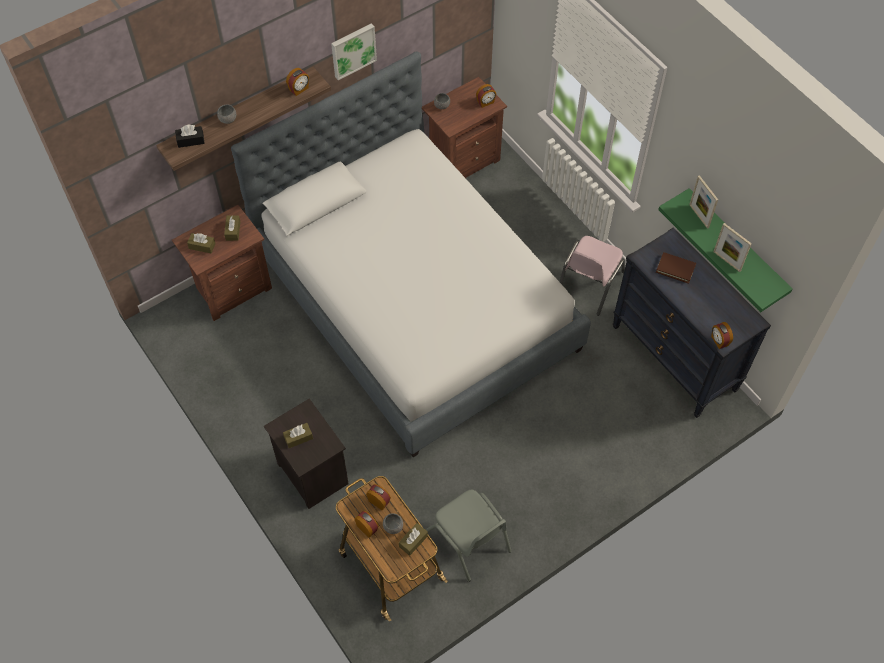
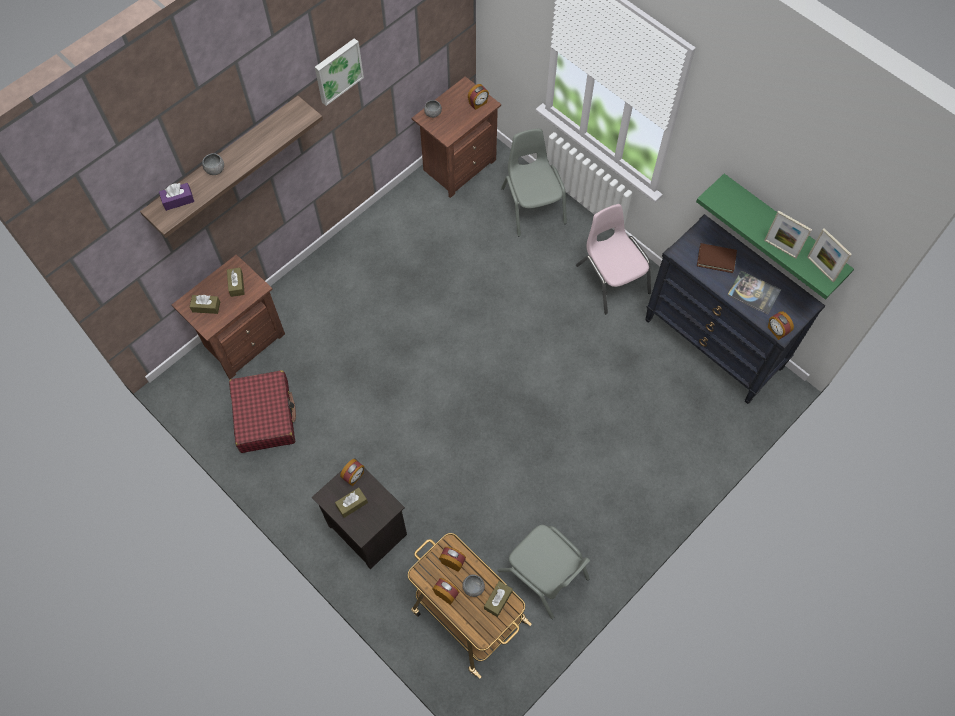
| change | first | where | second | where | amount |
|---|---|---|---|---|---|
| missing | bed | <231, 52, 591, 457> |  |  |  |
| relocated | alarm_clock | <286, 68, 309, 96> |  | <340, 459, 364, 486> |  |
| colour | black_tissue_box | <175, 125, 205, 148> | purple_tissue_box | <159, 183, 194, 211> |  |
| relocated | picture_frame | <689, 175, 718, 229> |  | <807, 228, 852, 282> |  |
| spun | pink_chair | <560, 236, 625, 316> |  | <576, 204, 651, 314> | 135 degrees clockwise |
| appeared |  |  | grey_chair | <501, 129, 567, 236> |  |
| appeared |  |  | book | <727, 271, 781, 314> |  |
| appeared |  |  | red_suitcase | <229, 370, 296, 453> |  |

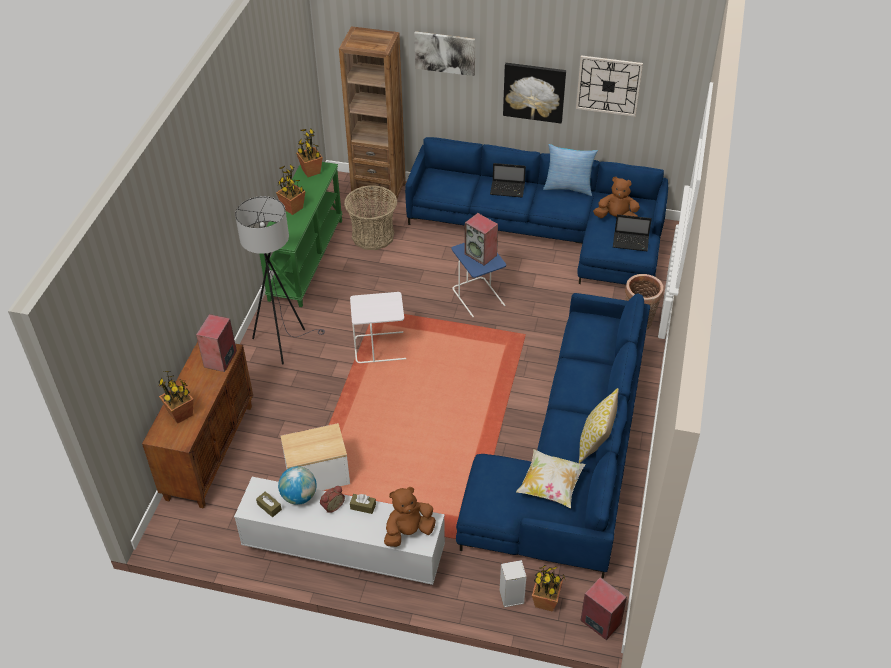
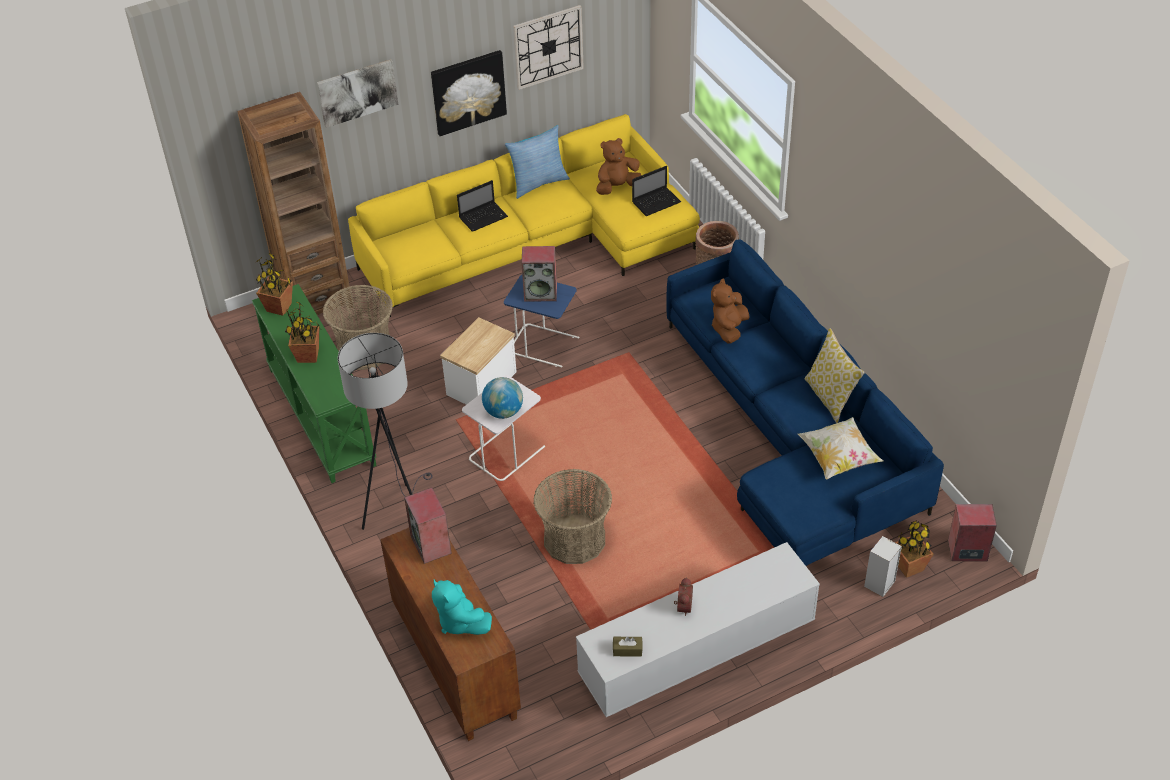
| change | first | where | second | where | amount |
|---|---|---|---|---|---|
| colour | blue_sofa | <405, 137, 668, 285> | yellow_sofa | <348, 114, 700, 317> |  |
| exchanged | potted_plant | <158, 371, 194, 424> | turquoise_plush_toy | <432, 579, 492, 635> |  |
| relocated | side_table | <281, 423, 350, 490> |  | <440, 317, 516, 405> |  |
| relocated | globe | <278, 466, 317, 505> |  | <482, 377, 523, 419> |  |
| relocated | brown_plush_toy | <384, 487, 436, 547> |  | <711, 279, 750, 344> |  |
| missing | brown_tissue_box | <350, 494, 376, 514> |  |  |  |
| appeared |  |  | basket | <533, 469, 612, 564> |  |

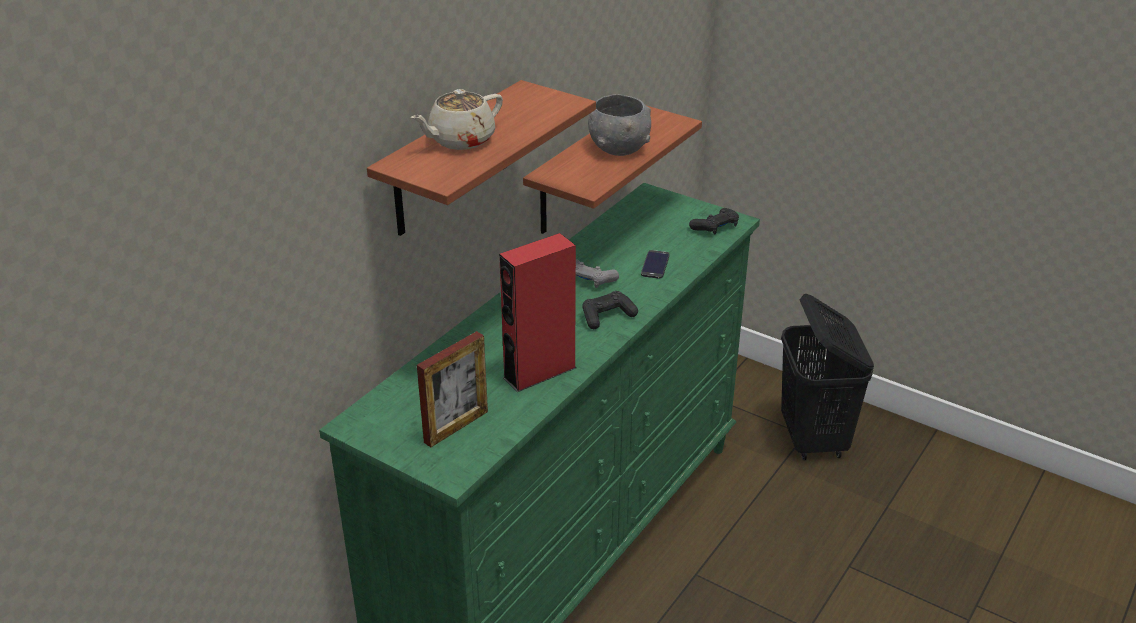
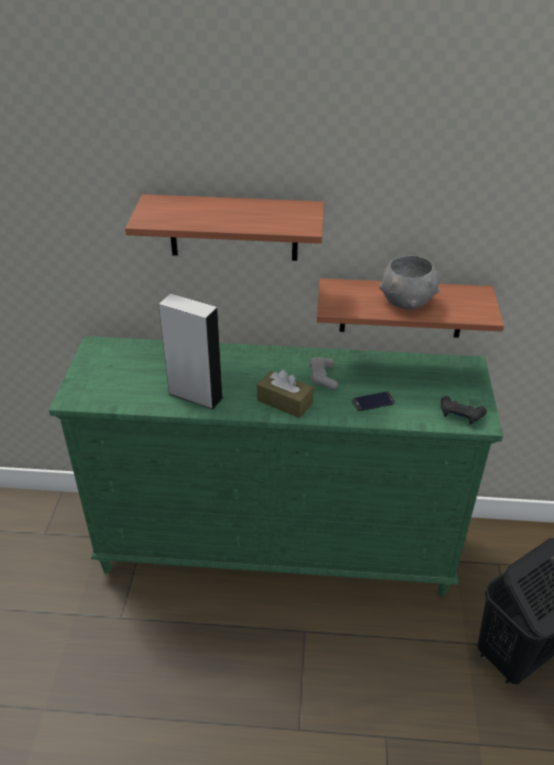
| change | first | where | second | where | amount |
|---|---|---|---|---|---|
| missing | beige_teapot | <411, 89, 503, 150> |  |  |  |
| colour | red_speaker | <499, 233, 576, 392> | grey_speaker | <159, 293, 224, 410> |  |
| exchanged | black_game_controller | <582, 291, 638, 329> | brown_tissue_box | <257, 370, 314, 418> |  |
| missing | picture_frame | <417, 331, 488, 447> |  |  |  |

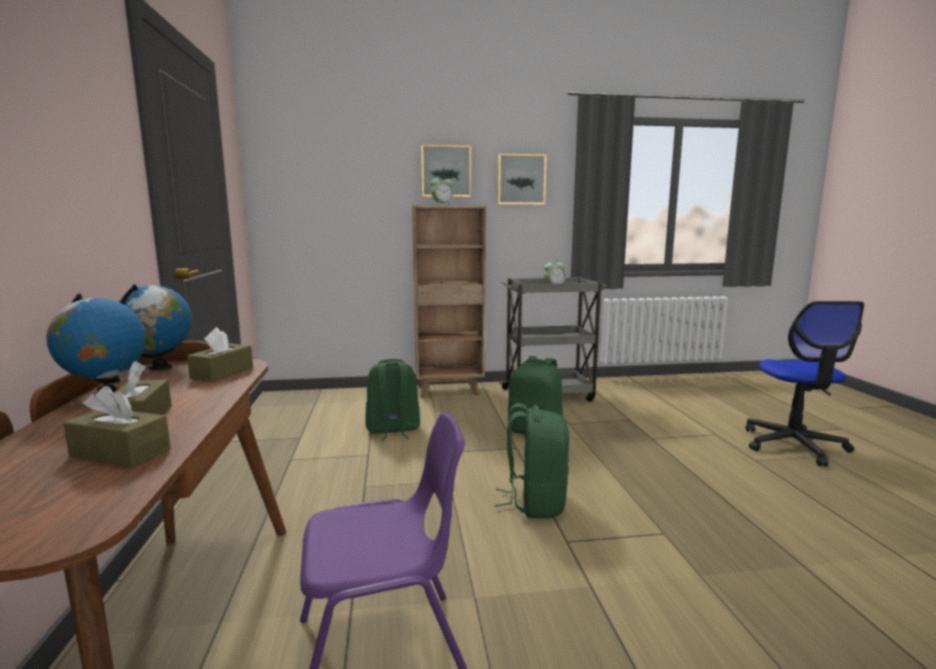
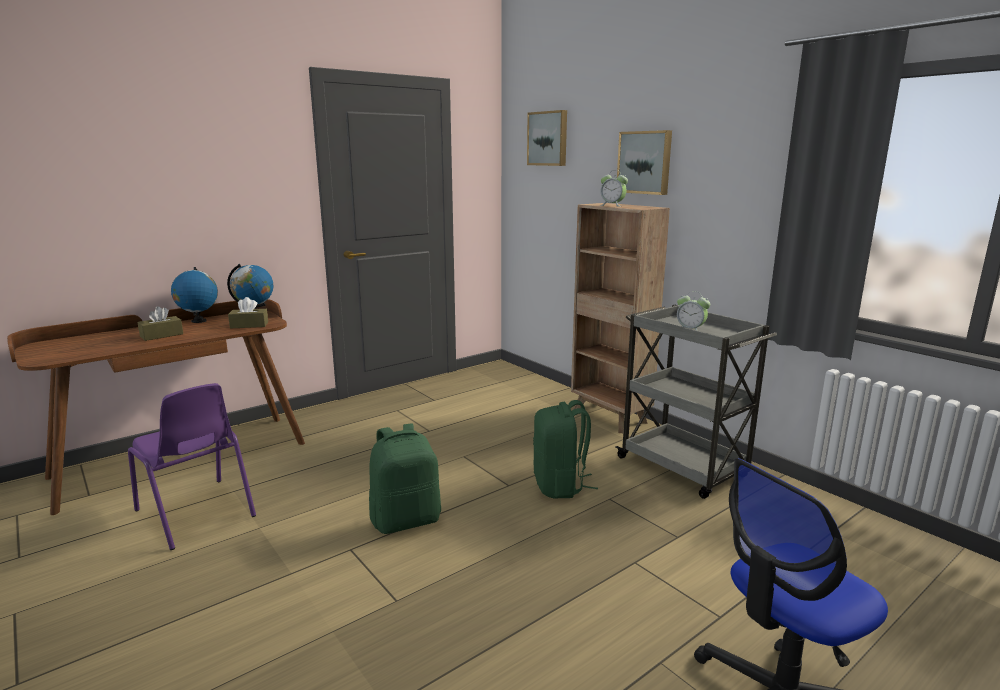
| change | first | where | second | where | amount |
|---|---|---|---|---|---|
| relocated | picture | <497, 154, 547, 205> |  | <527, 110, 567, 166> |  |
| missing | green_backpack | <365, 359, 420, 441> |  |  |  |
| missing | brown_tissue_box | <63, 386, 171, 468> |  |  |  |

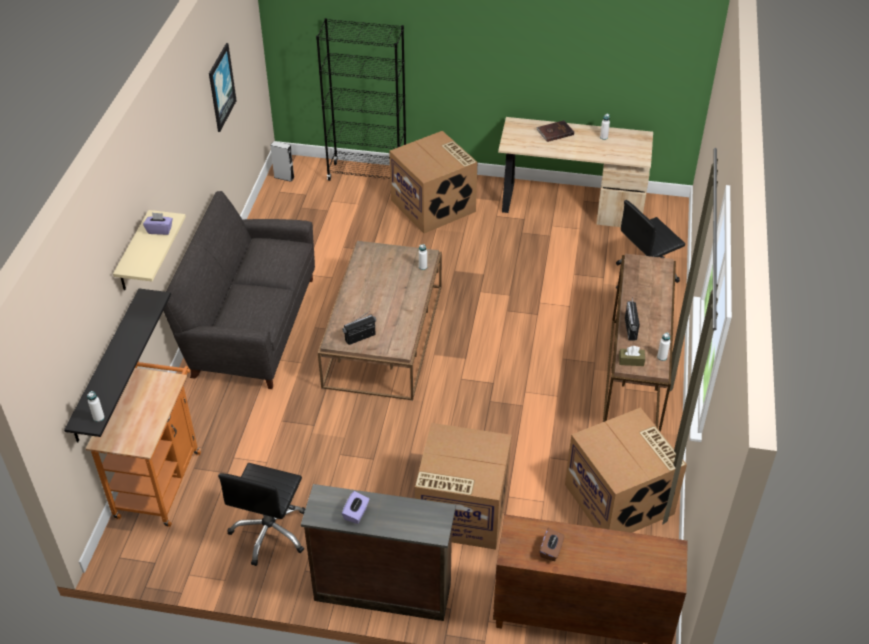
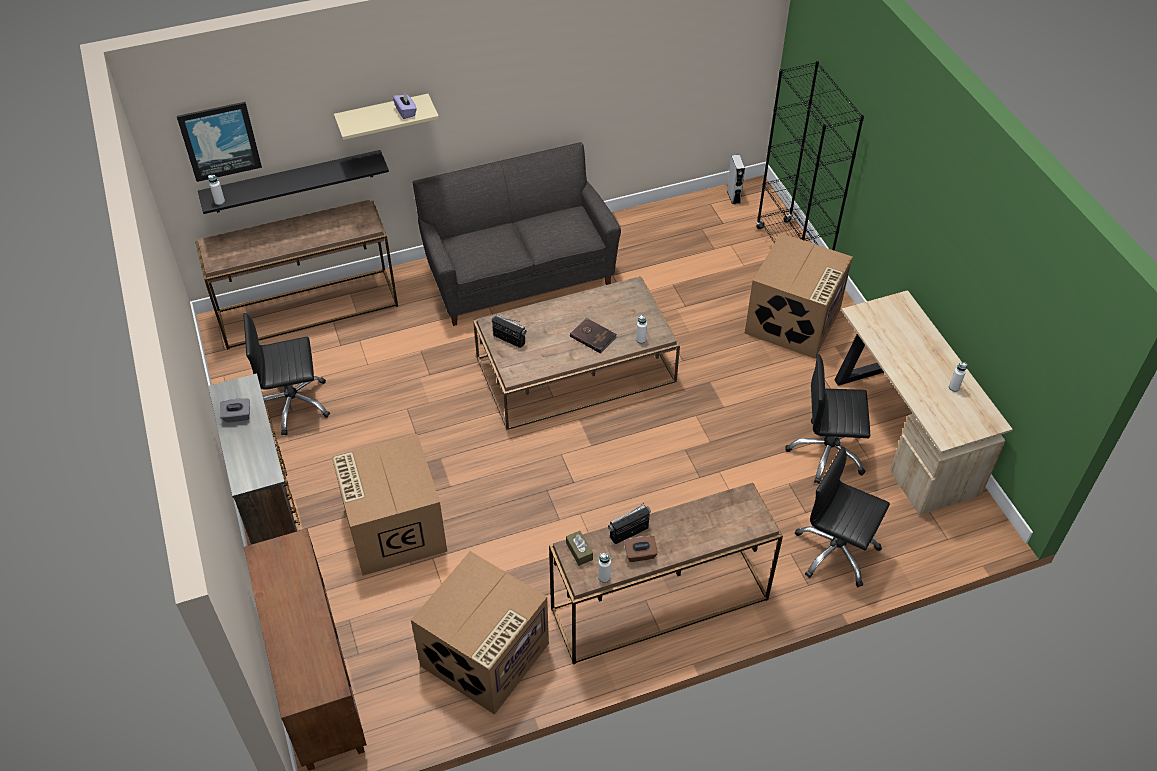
| change | first | where | second | where | amount |
|---|---|---|---|---|---|
| relocated | picture | <209, 43, 237, 132> |  | <177, 102, 262, 182> |  |
| relocated | brown_book | <536, 120, 574, 142> |  | <570, 317, 617, 354> |  |
| exchanged | orange_cart | <85, 361, 201, 527> | brown_console_table | <196, 199, 398, 350> |  |
| colour | purple_tissue_box | <342, 491, 370, 524> | grey_tissue_box | <220, 398, 250, 423> |  |
| relocated | brown_tissue_box | <540, 528, 564, 561> |  | <624, 536, 658, 562> |  |
| appeared |  |  | black_office_chair | <785, 354, 870, 484> |  |

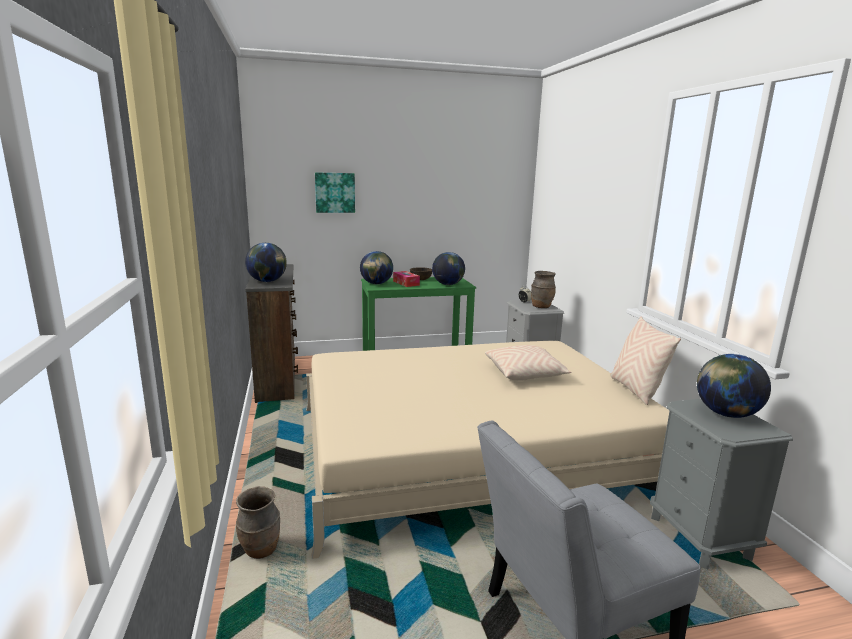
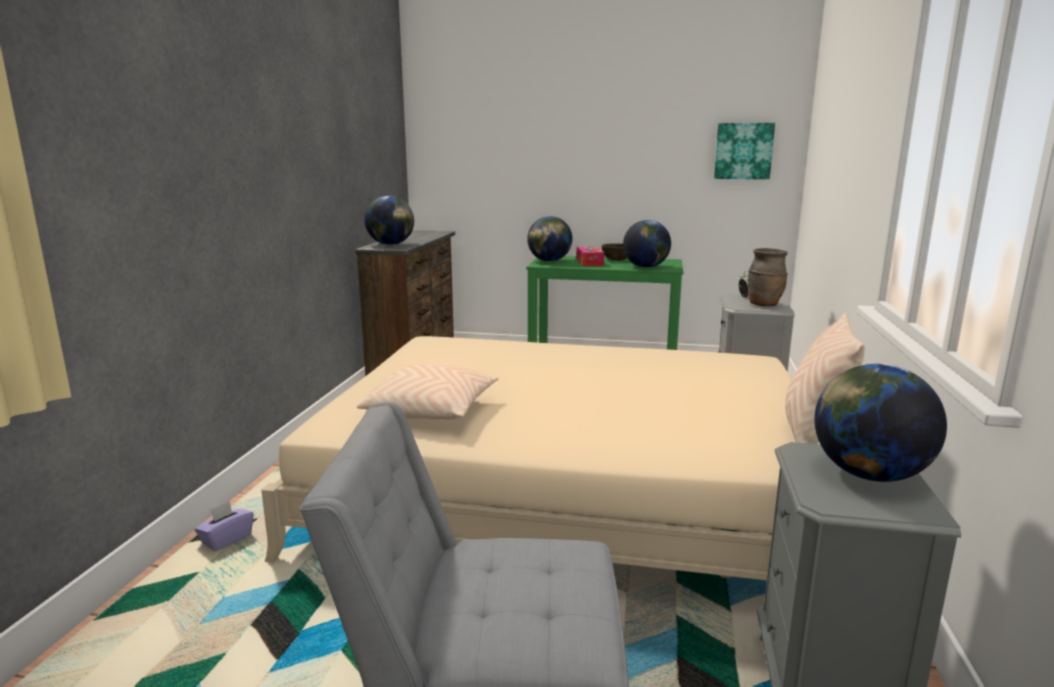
| change | first | where | second | where | amount |
|---|---|---|---|---|---|
| relocated | picture | <315, 172, 355, 213> |  | <714, 123, 775, 179> |  |
| relocated | beige_pillow | <485, 345, 571, 381> |  | <357, 364, 498, 420> |  |
| exchanged | brown_vase | <236, 486, 280, 559> | purple_tissue_box | <195, 501, 254, 551> |  |

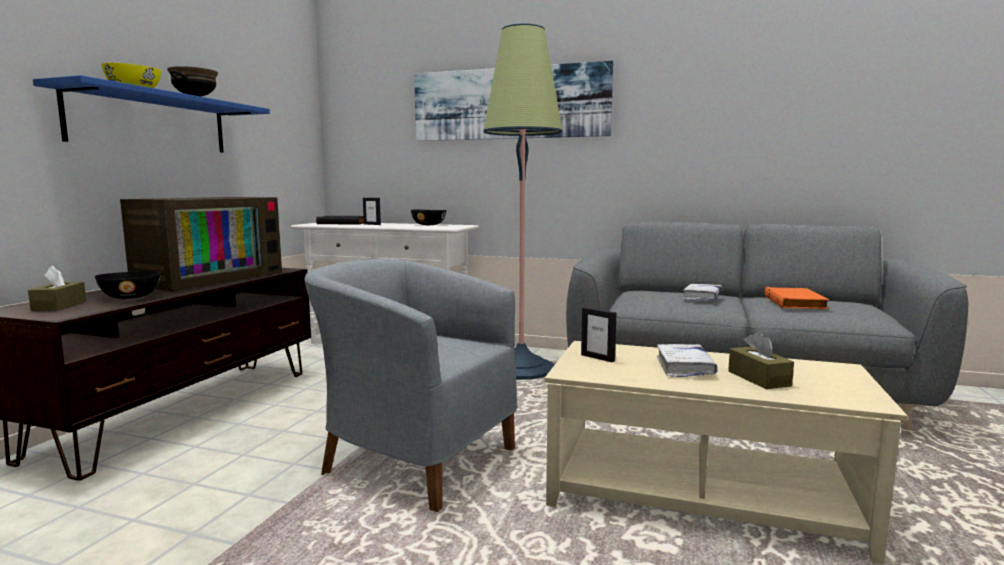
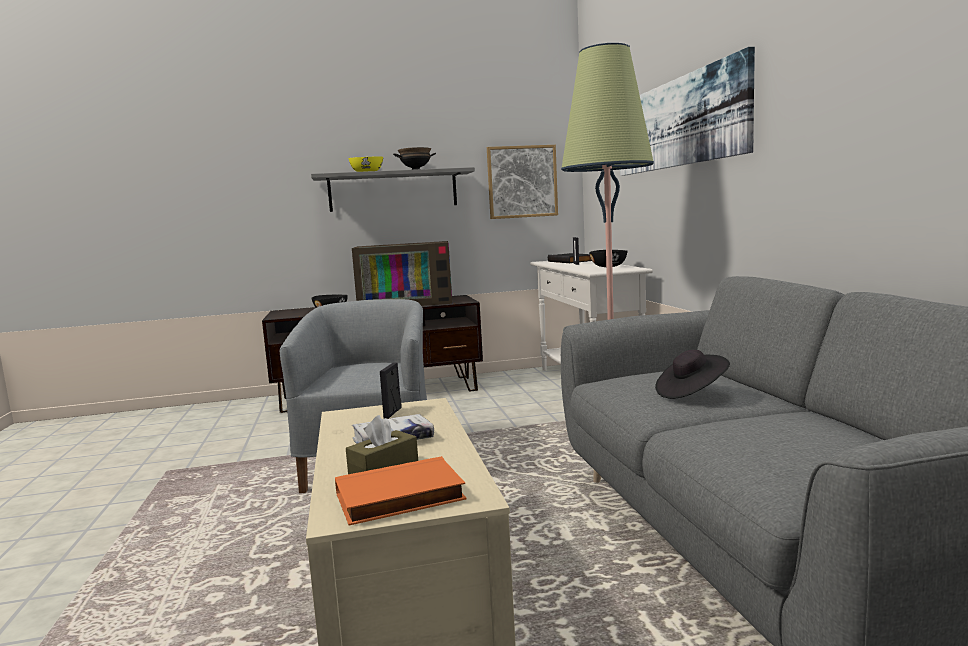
| change | first | where | second | where | amount |
|---|---|---|---|---|---|
| colour | blue_shelf | <33, 75, 270, 153> | grey_shelf | <311, 167, 475, 212> |  |
| missing | brown_tissue_box | <28, 266, 86, 311> |  |  |  |
| exchanged | white_book | <682, 284, 723, 300> | black_hat | <655, 350, 730, 399> |  |
| relocated | orange_book | <764, 287, 829, 309> |  | <335, 456, 467, 526> |  |
| appeared |  |  | picture | <487, 145, 558, 219> |  |

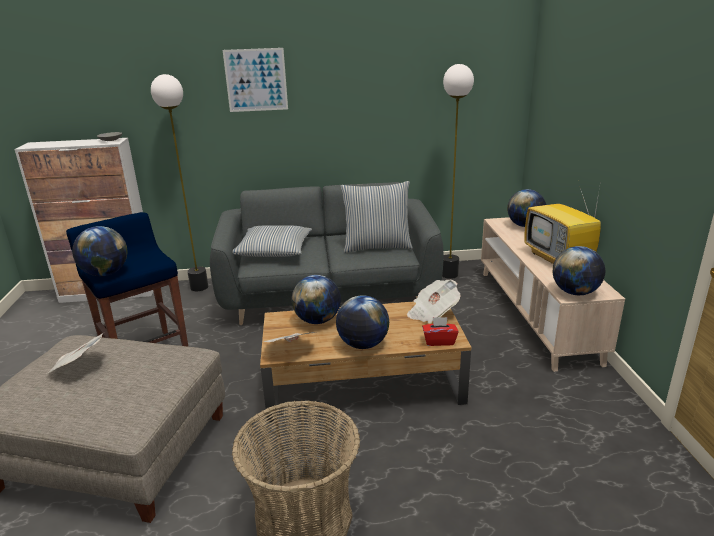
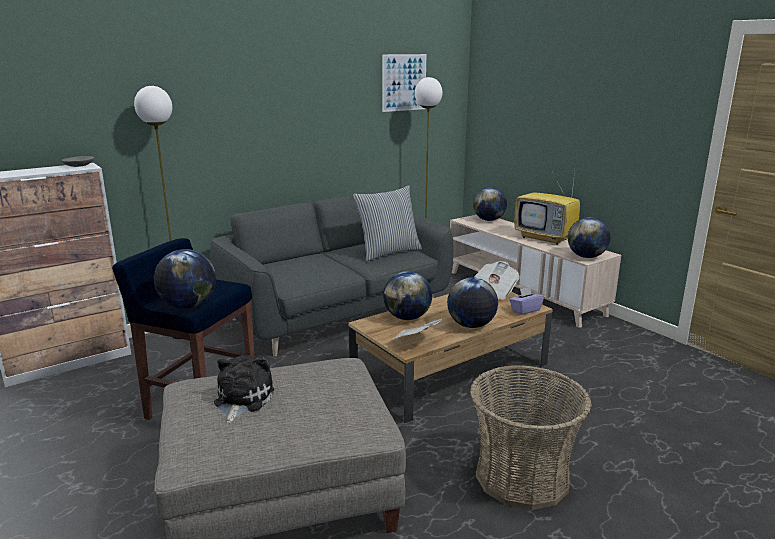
| change | first | where | second | where | amount |
|---|---|---|---|---|---|
| relocated | picture | <223, 48, 288, 112> |  | <382, 54, 426, 112> |  |
| missing | pillow | <233, 225, 312, 257> |  |  |  |
| colour | red_tissue_box | <422, 317, 458, 346> | purple_tissue_box | <509, 287, 544, 315> |  |
| exchanged | newspaper | <46, 332, 105, 374> | plush_toy | <214, 355, 274, 423> |  |

